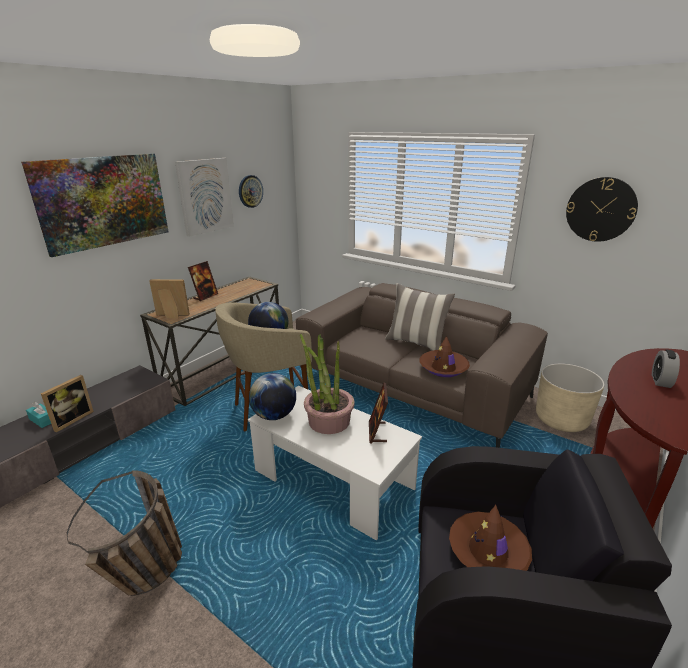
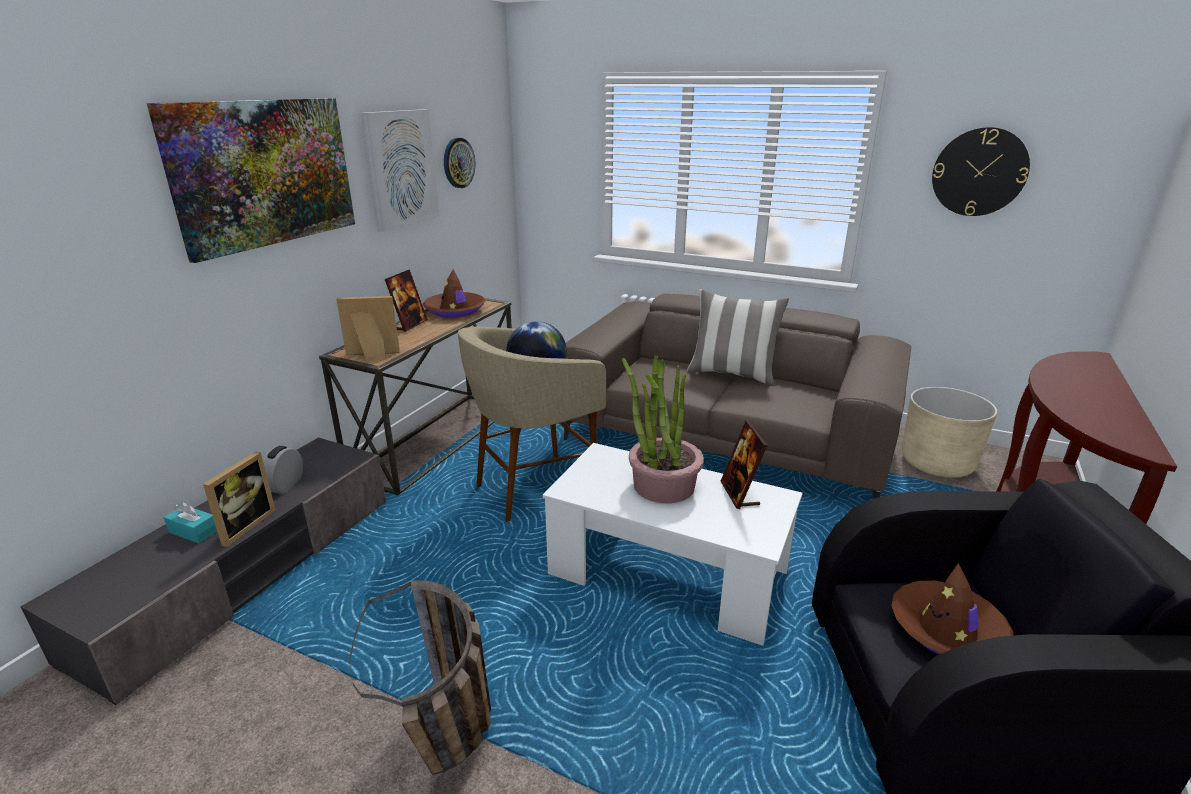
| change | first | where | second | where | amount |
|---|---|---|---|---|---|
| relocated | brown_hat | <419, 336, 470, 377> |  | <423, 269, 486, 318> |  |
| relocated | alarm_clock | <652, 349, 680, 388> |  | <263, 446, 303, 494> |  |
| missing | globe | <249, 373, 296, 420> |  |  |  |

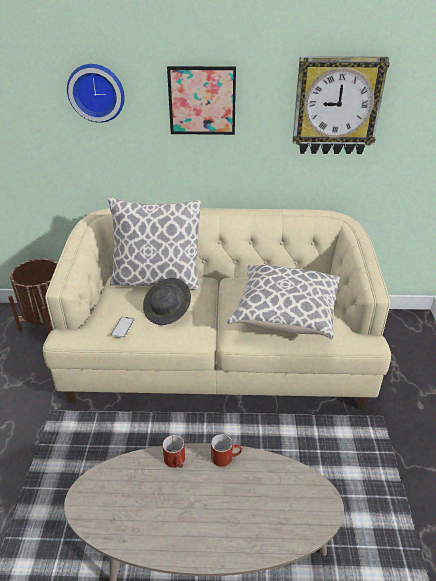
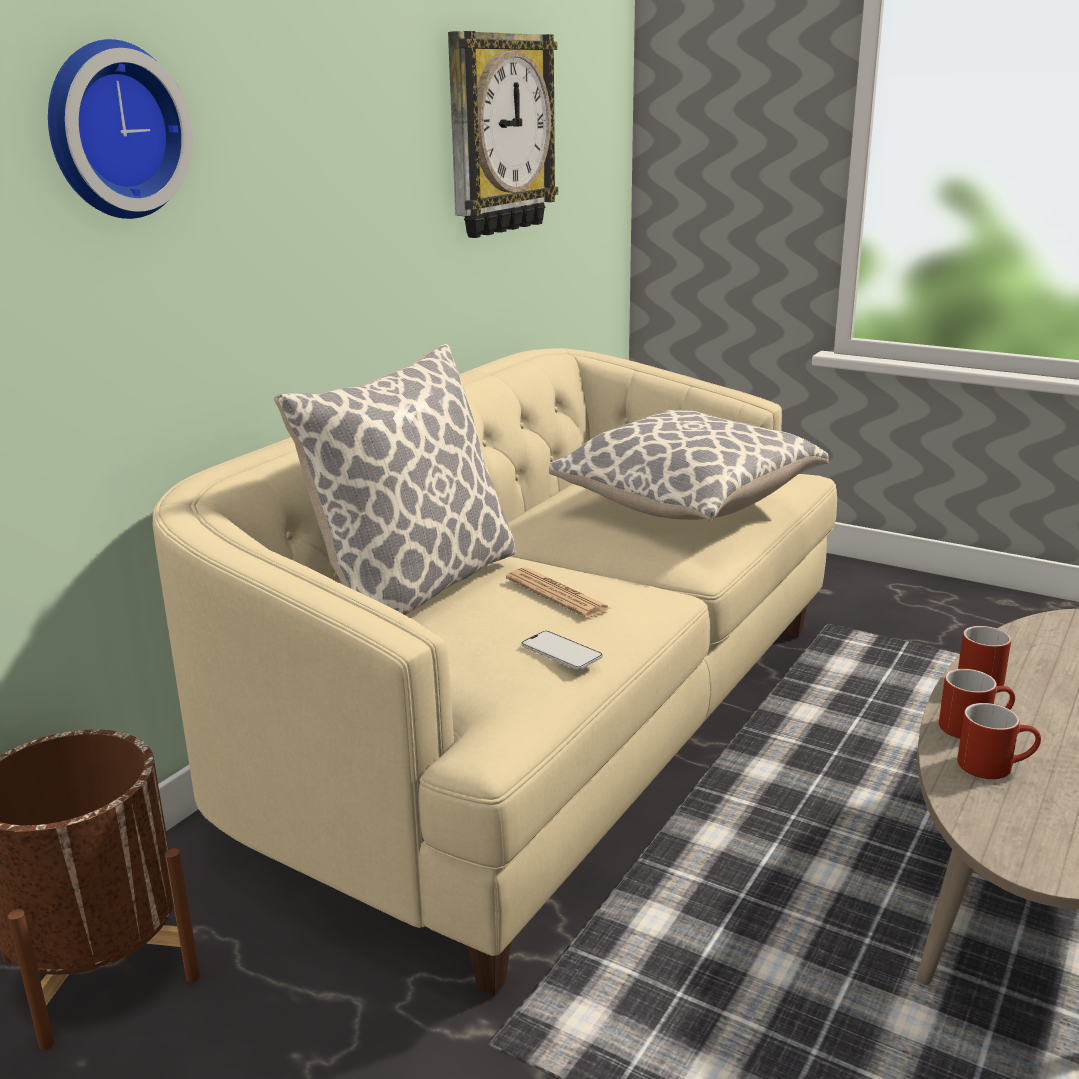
| change | first | where | second | where | amount |
|---|---|---|---|---|---|
| missing | picture | <167, 66, 236, 135> |  |  |  |
| exchanged | grey_hat | <143, 278, 191, 325> | newspaper | <506, 567, 612, 618> |  |
| appeared |  |  | red_mug | <957, 703, 1041, 779> |  |

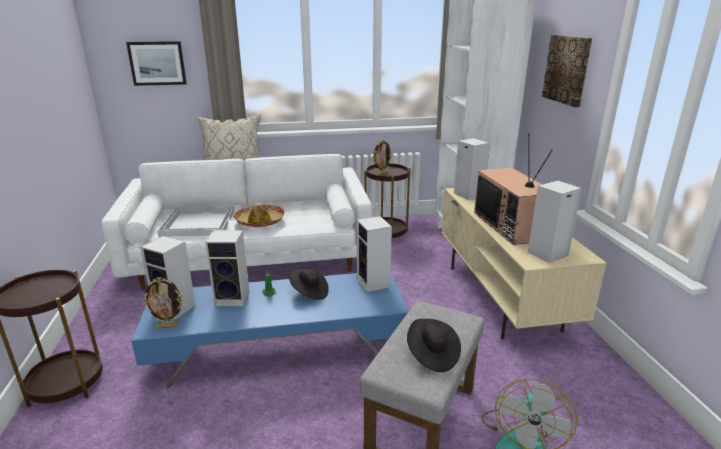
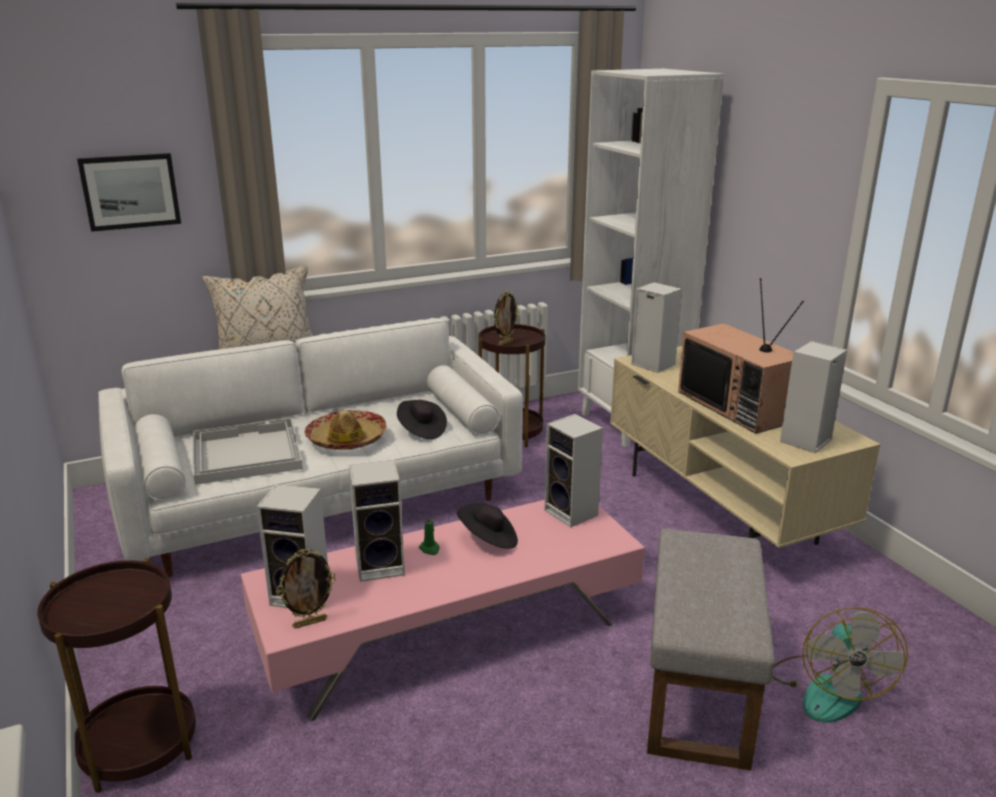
| change | first | where | second | where | amount |
|---|---|---|---|---|---|
| missing | picture | <542, 35, 592, 107> |  |  |  |
| colour | blue_coffee_table | <131, 273, 409, 389> | pink_coffee_table | <241, 500, 645, 721> |  |
| relocated | black_hat | <407, 319, 461, 372> |  | <397, 400, 447, 439> |  |

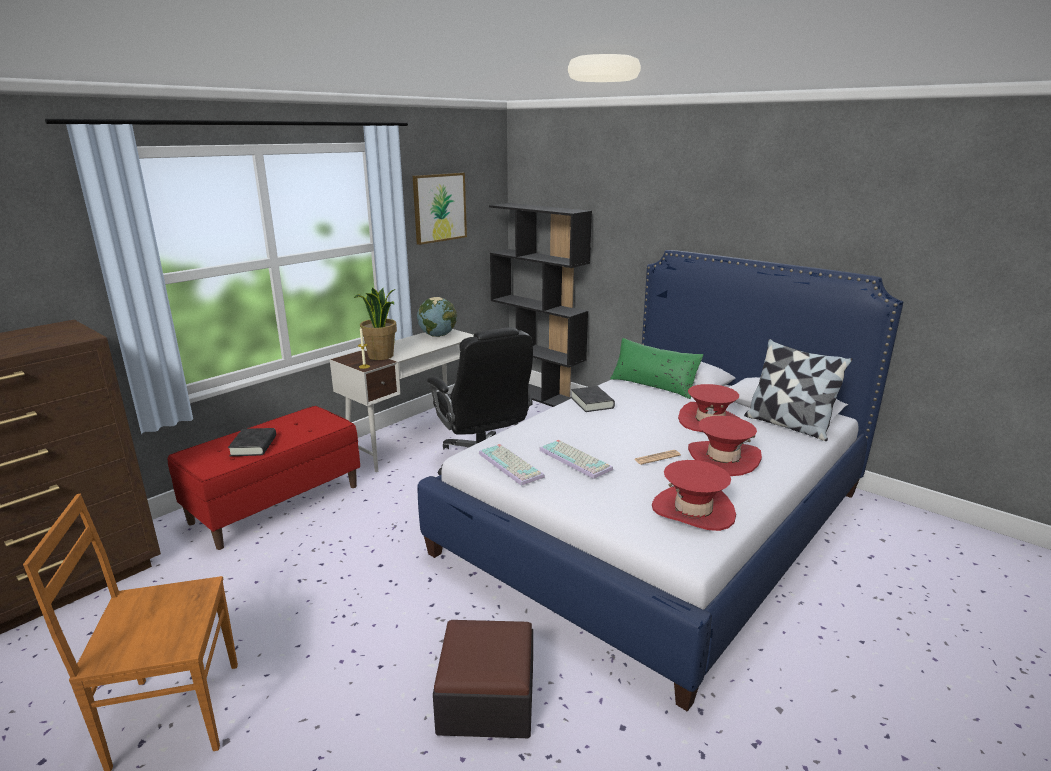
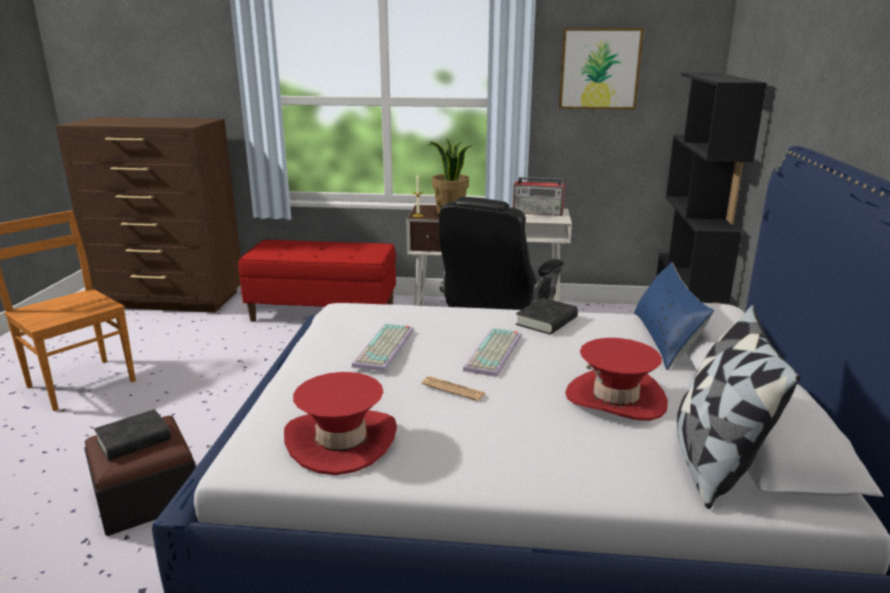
| change | first | where | second | where | amount |
|---|---|---|---|---|---|
| exchanged | globe | <417, 297, 457, 337> | radio | <513, 177, 565, 216> |  |
| colour | green_pillow | <610, 338, 703, 399> | blue_pillow | <634, 262, 714, 370> |  |
| missing | red_hat | <688, 416, 762, 476> |  |  |  |
| relocated | black_book | <228, 428, 276, 456> |  | <94, 409, 171, 461> |  |
| relocated | keyboard | <479, 444, 545, 486> |  | <463, 328, 521, 377> |  |

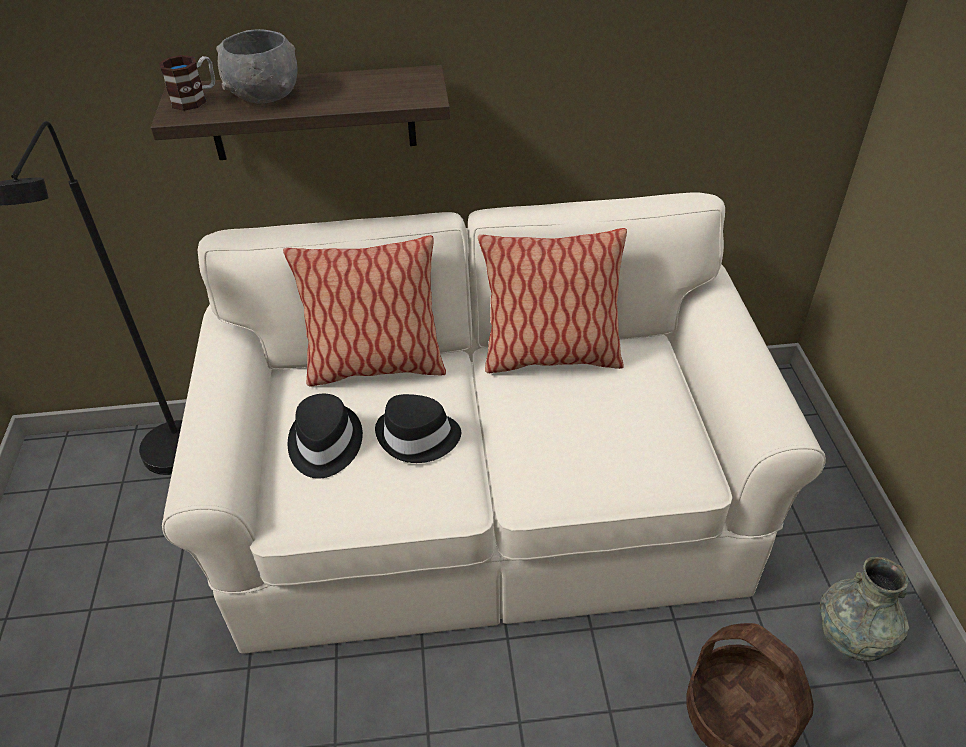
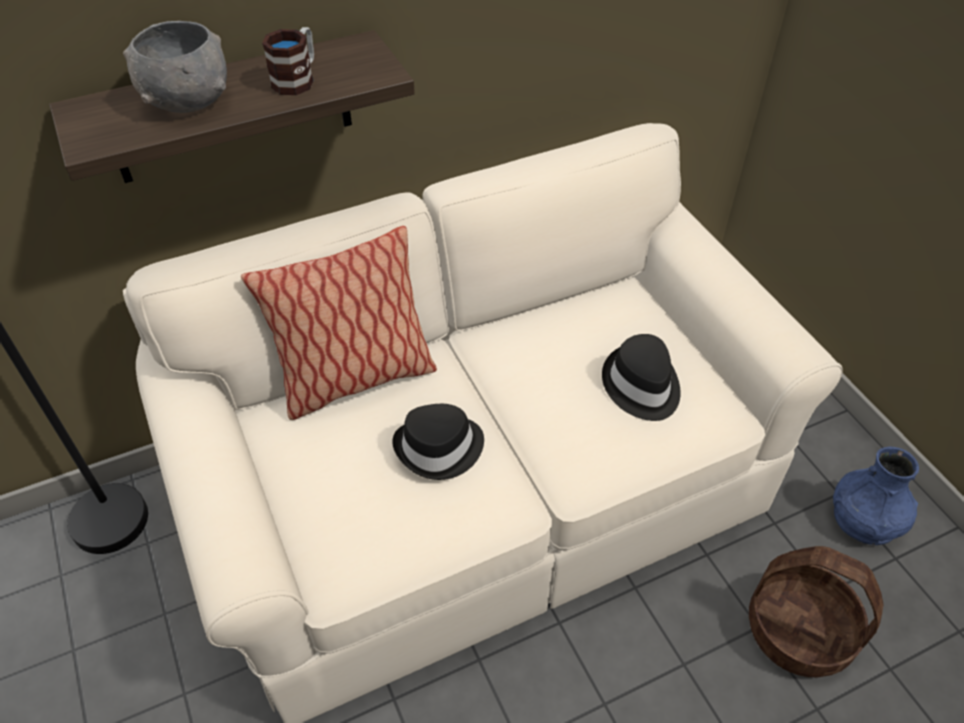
| change | first | where | second | where | amount |
|---|---|---|---|---|---|
| relocated | mug | <159, 55, 215, 111> |  | <262, 27, 314, 95> |  |
| missing | pillow | <478, 228, 627, 373> |  |  |  |
| relocated | black_hat | <288, 394, 363, 479> |  | <602, 334, 681, 421> |  |
| colour | grey_vase | <819, 557, 909, 662> | blue_vase | <833, 447, 919, 545> |  |

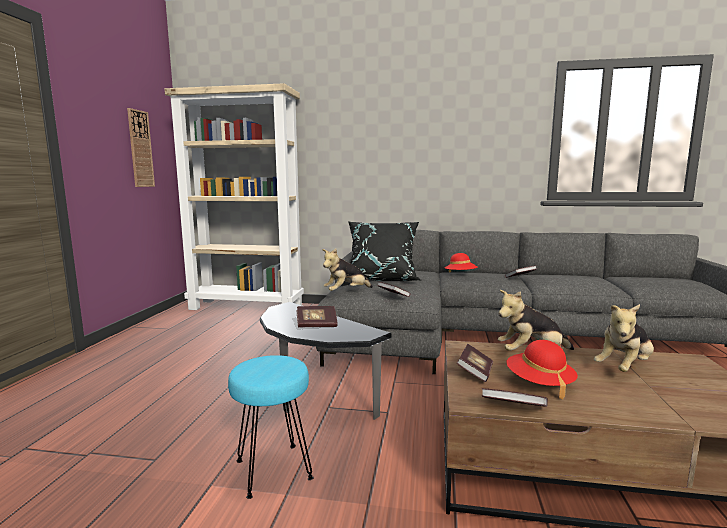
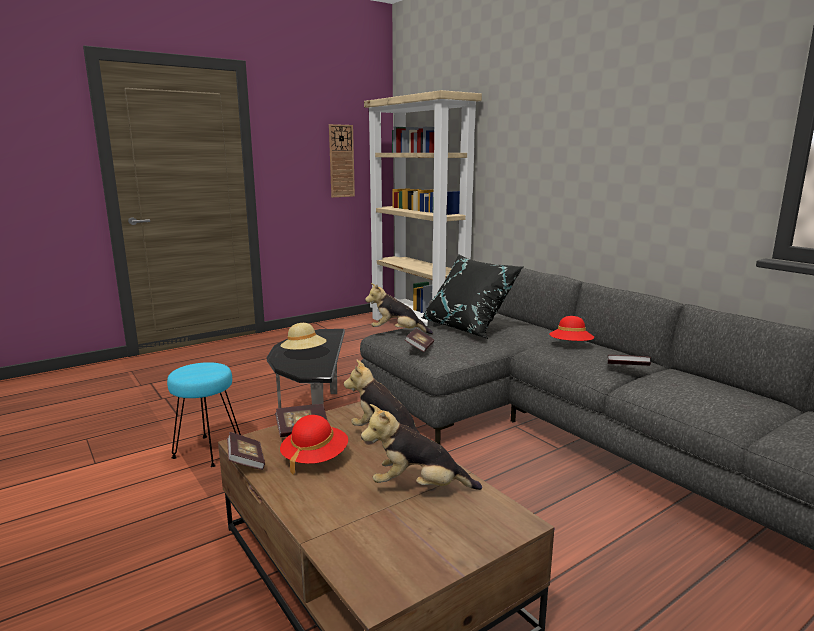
| change | first | where | second | where | amount |
|---|---|---|---|---|---|
| exchanged | book | <296, 306, 338, 327> | beige_hat | <281, 323, 327, 350> |  |

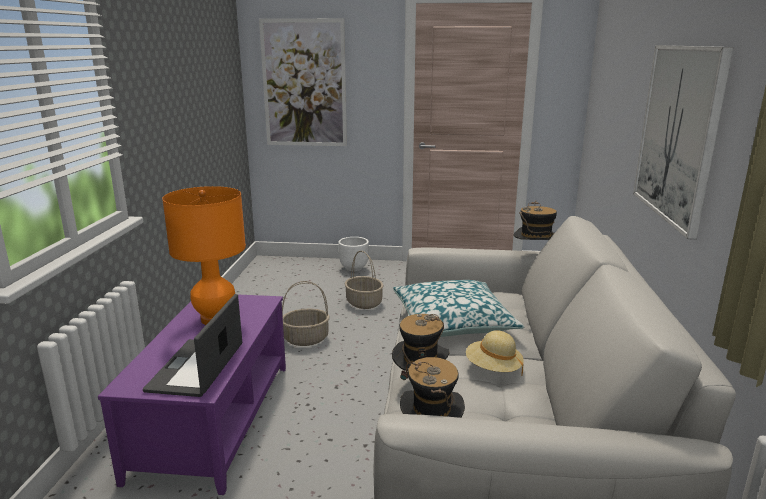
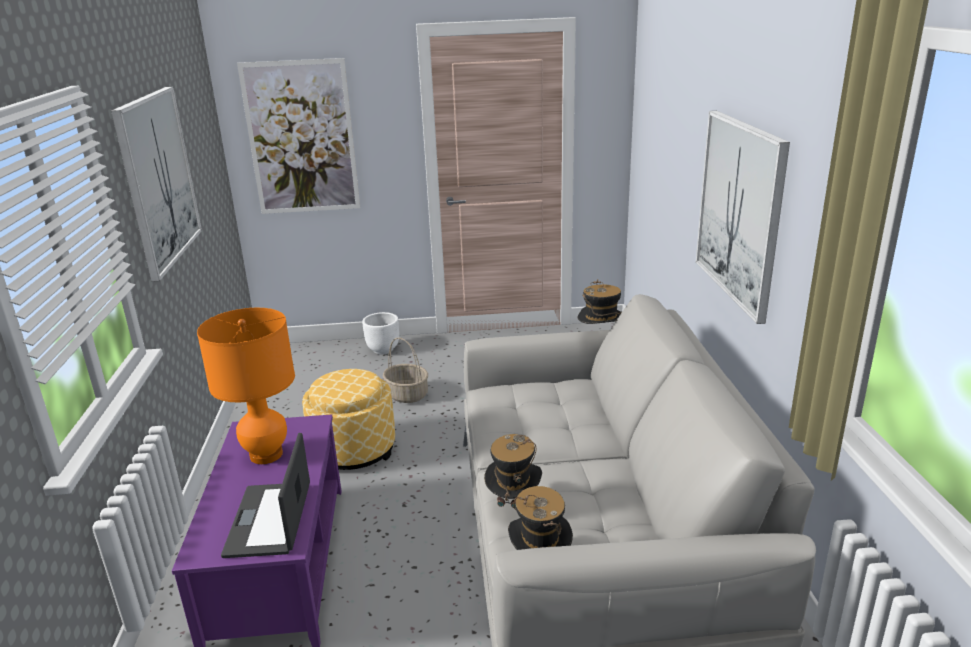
| change | first | where | second | where | amount |
|---|---|---|---|---|---|
| missing | pillow | <393, 280, 524, 337> |  |  |  |
| exchanged | basket | <282, 281, 330, 346> | ottoman | <302, 369, 395, 470> |  |
| missing | beige_hat | <466, 330, 524, 376> |  |  |  |
| appeared |  |  | picture | <111, 87, 202, 282> |  |

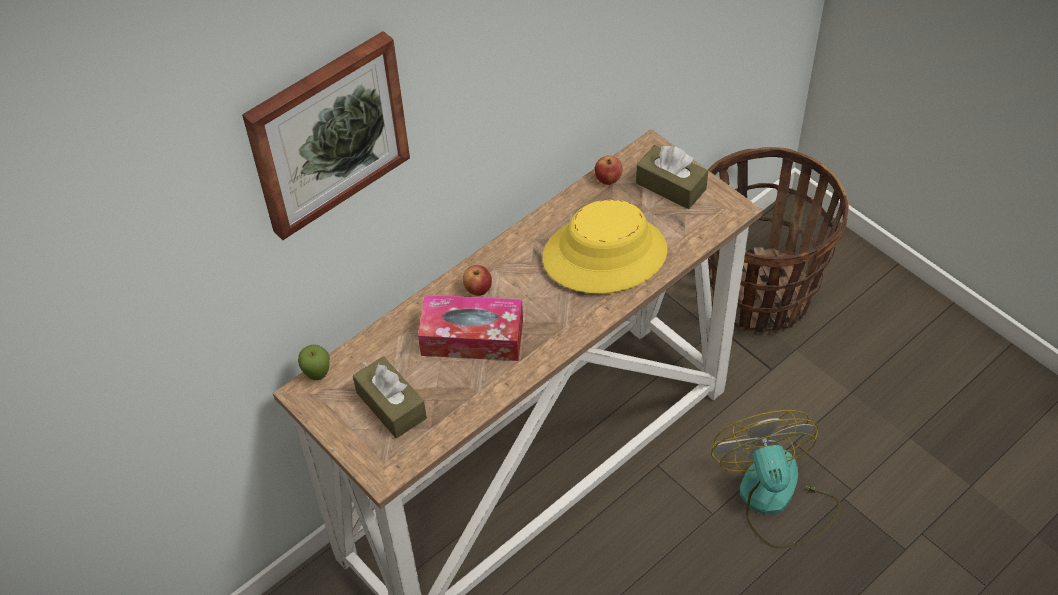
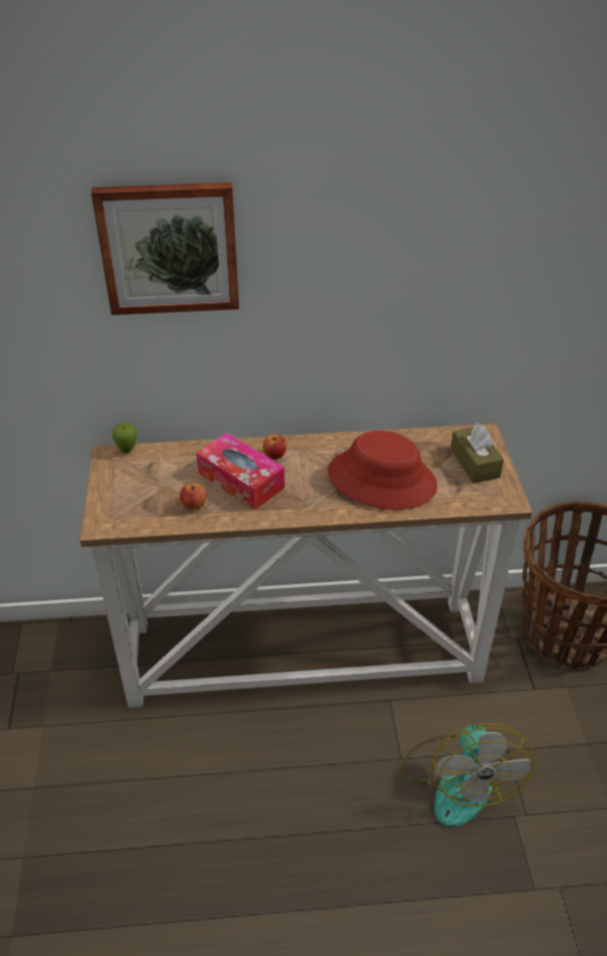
| change | first | where | second | where | amount |
|---|---|---|---|---|---|
| relocated | apple | <595, 155, 623, 185> |  | <180, 483, 206, 509> |  |
| colour | yellow_hat | <542, 199, 668, 294> | red_hat | <328, 430, 437, 510> |  |
| missing | brown_tissue_box | <353, 356, 427, 438> |  |  |  |
| spun | fan | <711, 410, 841, 549> |  | <400, 723, 535, 827> | 150 degrees clockwise |

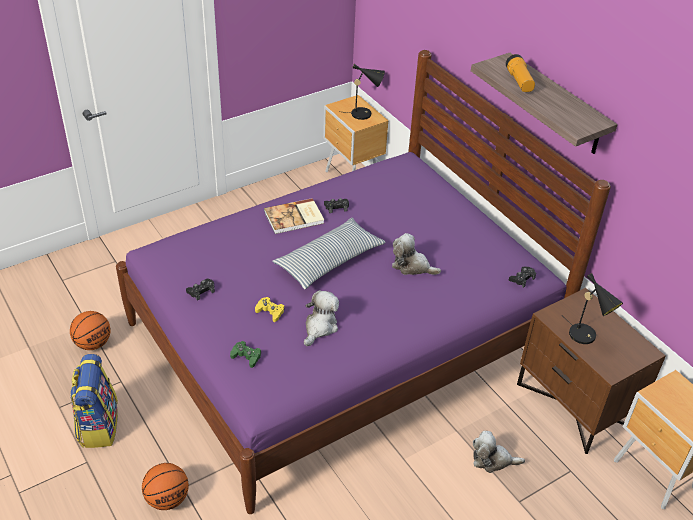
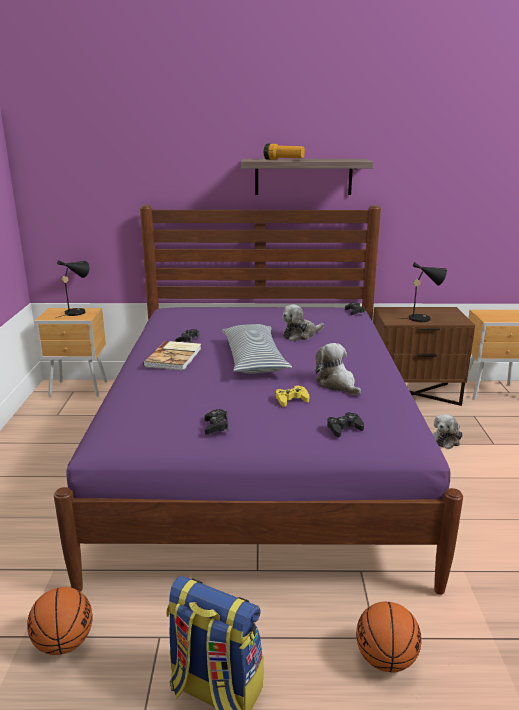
| change | first | where | second | where | amount |
|---|---|---|---|---|---|
| colour | green_game_controller | <230, 341, 261, 368> | black_game_controller | <327, 412, 364, 437> |  |

